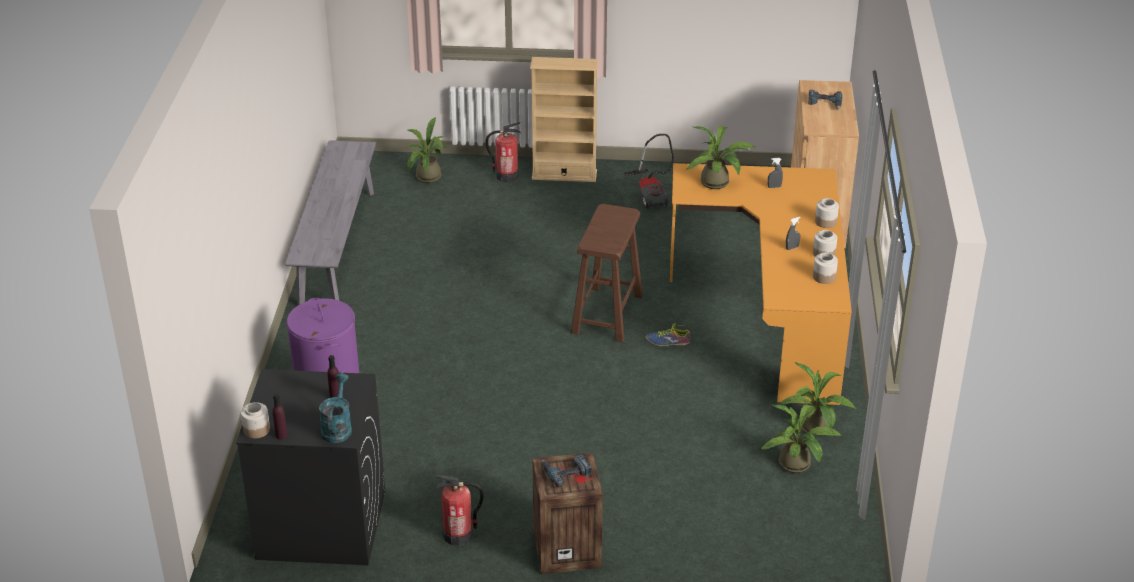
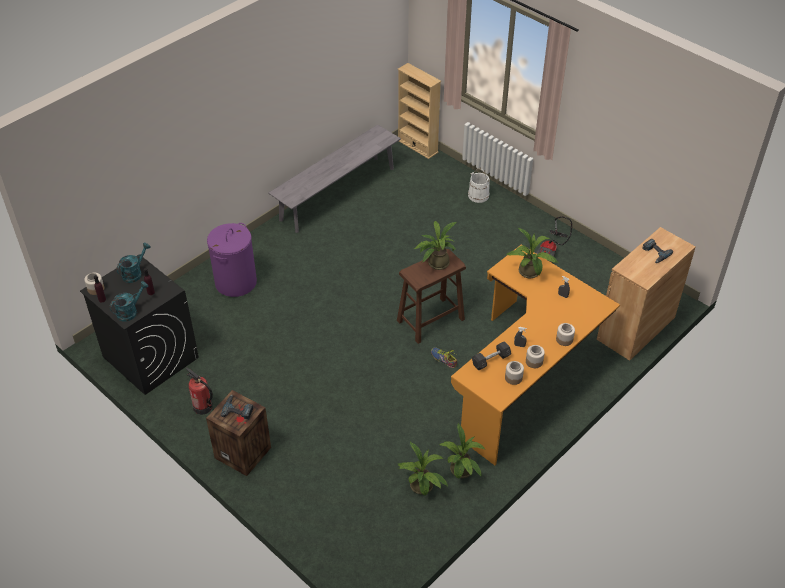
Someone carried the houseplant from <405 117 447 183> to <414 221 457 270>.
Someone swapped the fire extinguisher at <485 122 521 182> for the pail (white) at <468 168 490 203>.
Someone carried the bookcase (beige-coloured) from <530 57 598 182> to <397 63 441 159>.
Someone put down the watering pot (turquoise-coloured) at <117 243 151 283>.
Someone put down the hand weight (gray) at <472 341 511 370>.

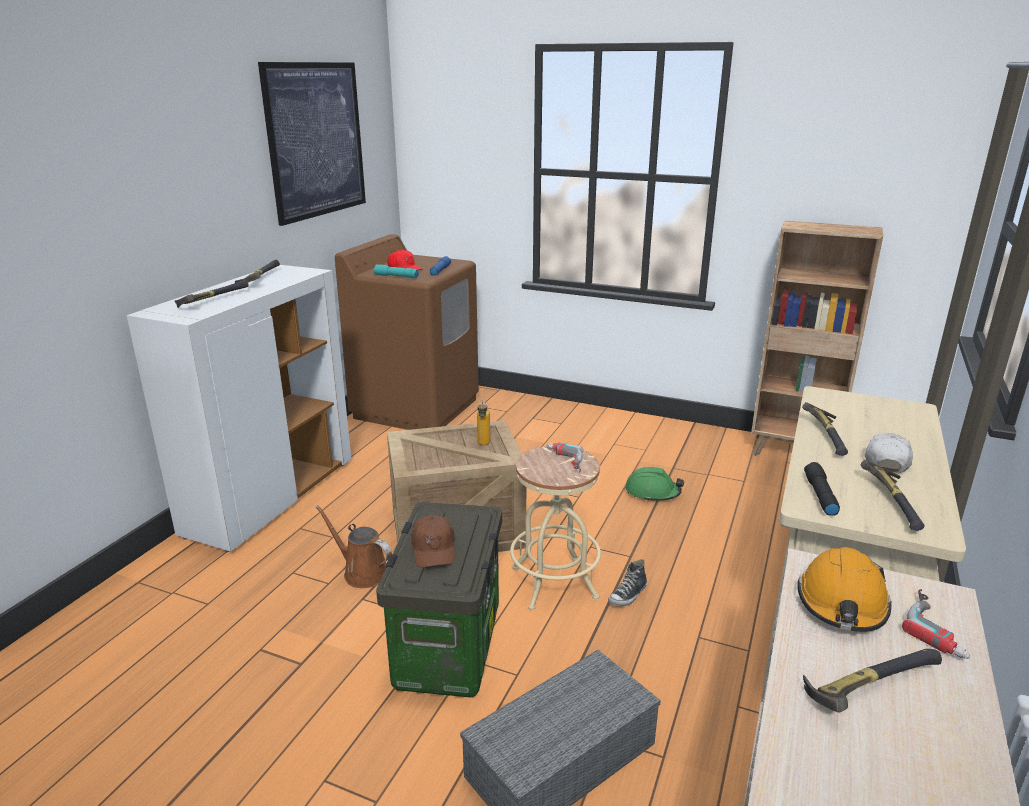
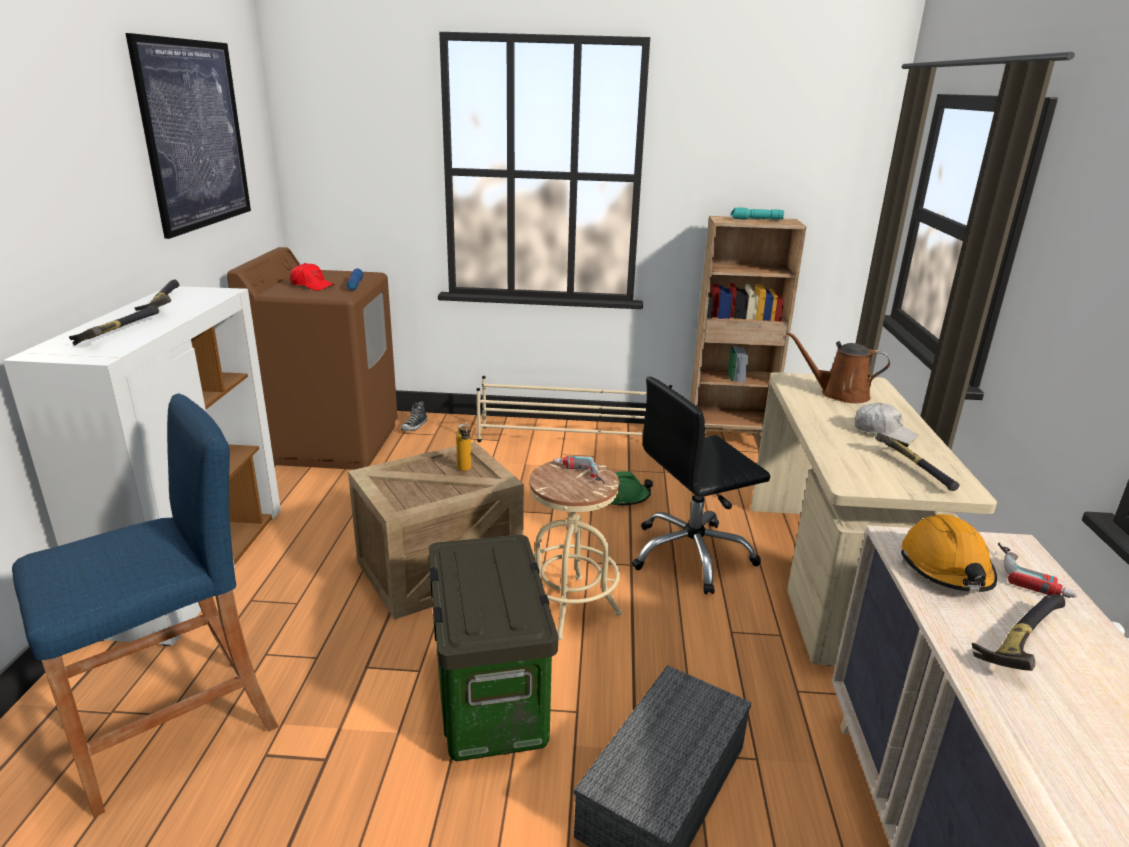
Someone carried the watering pot (brown) from <316 505 392 588> to <787 332 890 403>.
Someone carried the hand torch (turquoise-coloured) from <373 265 419 278> to <731 207 784 220>.
Someone took away the cap (brown) at <411 515 455 568>.
Someone carried the item of footwear from <608 559 647 606> to <401 401 427 431>.
Someone took away the hammer at <802 402 848 456>.
Someone took away the hand torch (black-coloured) at <804 462 840 516>.
Someone rotated the cap (white) at <865 433 913 473> by 120 degrees clockwise.
Someone put down the sitting stool (bluish) at <12 393 279 818>.
Someone put down the shoe shelf (beige-coloured) at <476 376 672 442>.
Someone put down the desk chair (black-coloured) at <632 377 770 594>.

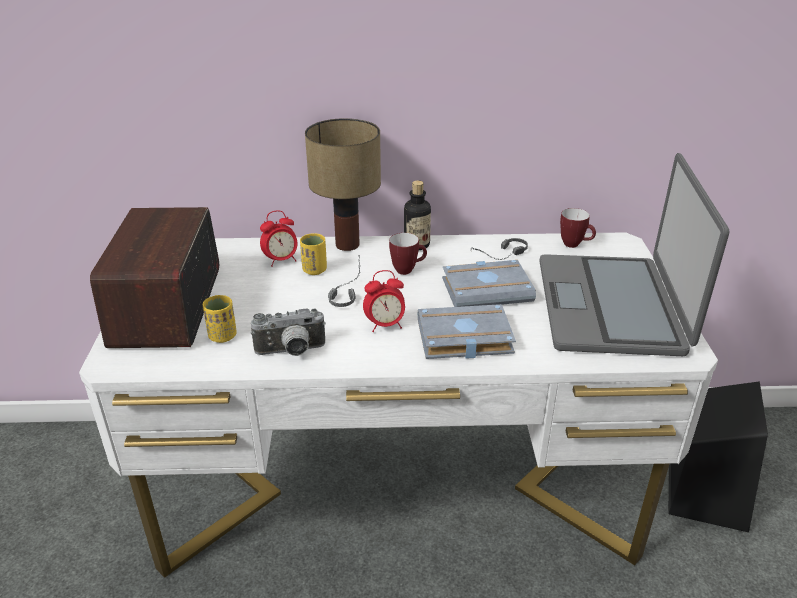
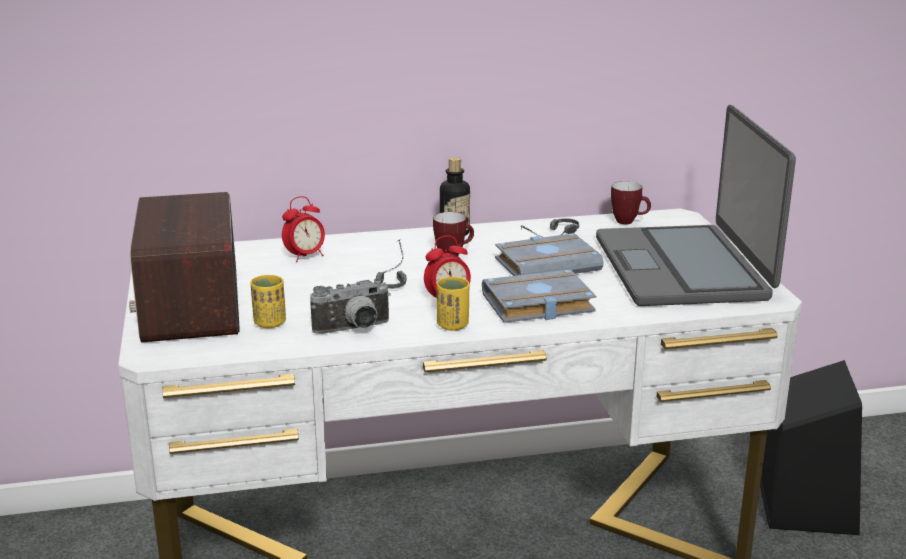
Someone carried the cup (yellowish) from <300 233 327 275> to <437 277 469 331>.
Someone took away the tabletop lamp at <305 118 381 251>.

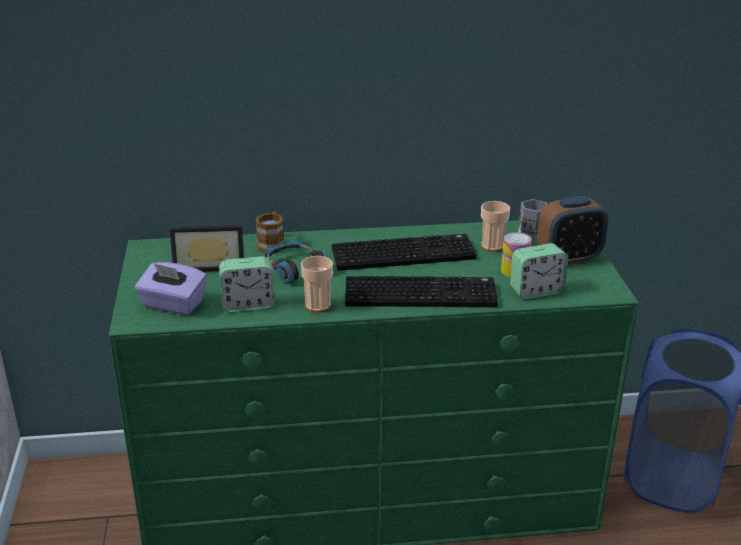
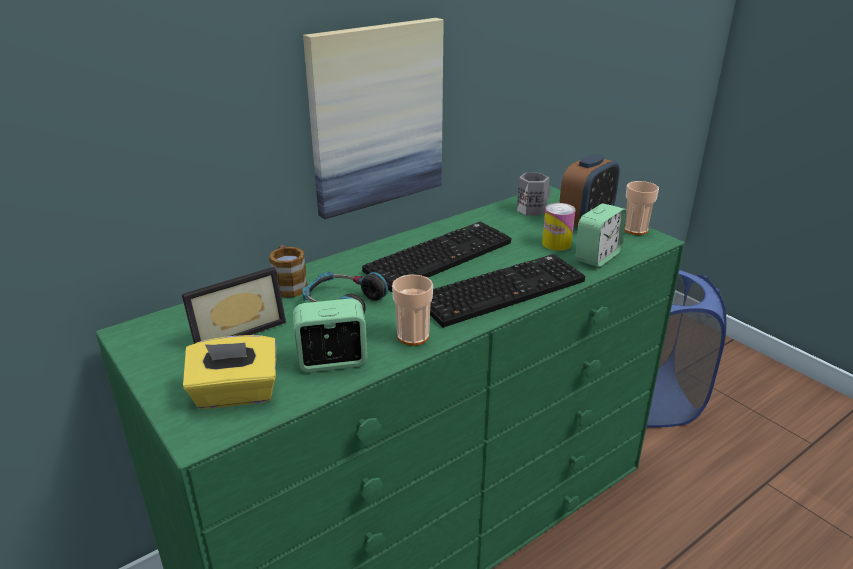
Someone repainted the tissue holder (purple-coloured) at <135 262 207 315>, which became the tissue holder (yellowish) at <183 335 276 409>.
Someone rotated the alarm clock at <219 256 275 312> by 150 degrees counterclockwise.
Someone carried the cup from <481 201 510 252> to <625 181 659 235>.
Someone put up the wall picture at <303 18 444 219>.

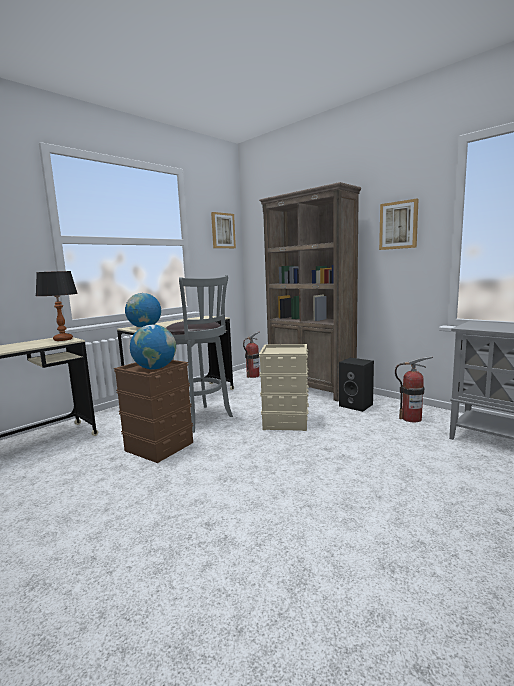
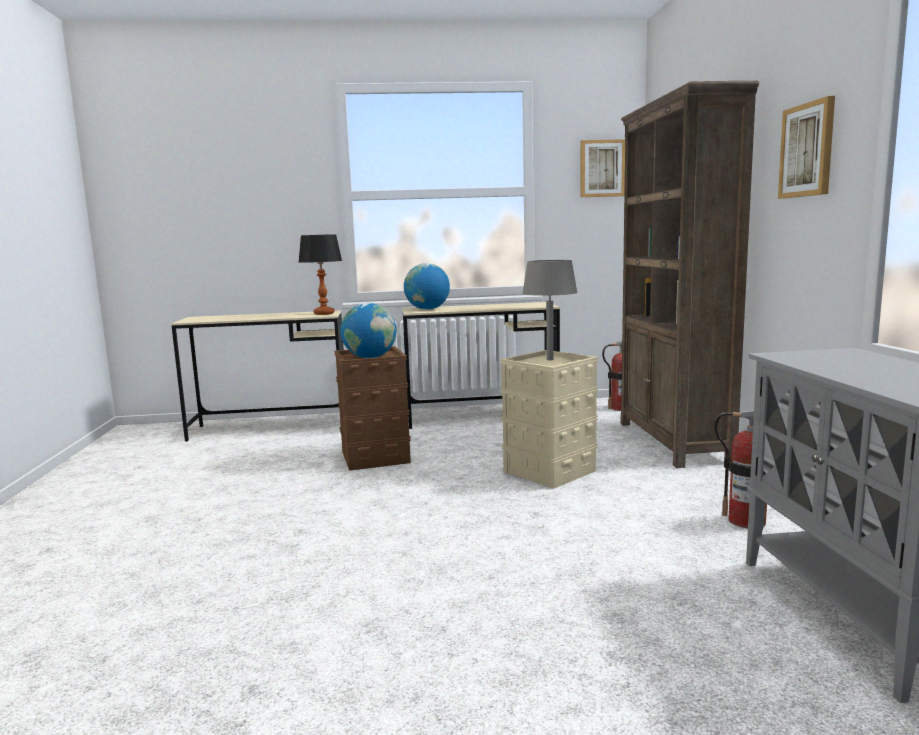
Someone took away the sitting stool (gray) at <166 275 233 433>.
Someone took away the speaker (black-coloured) at <339 358 374 412>.
Someone put down the tabletop lamp (gray) at <522 260 578 360>.

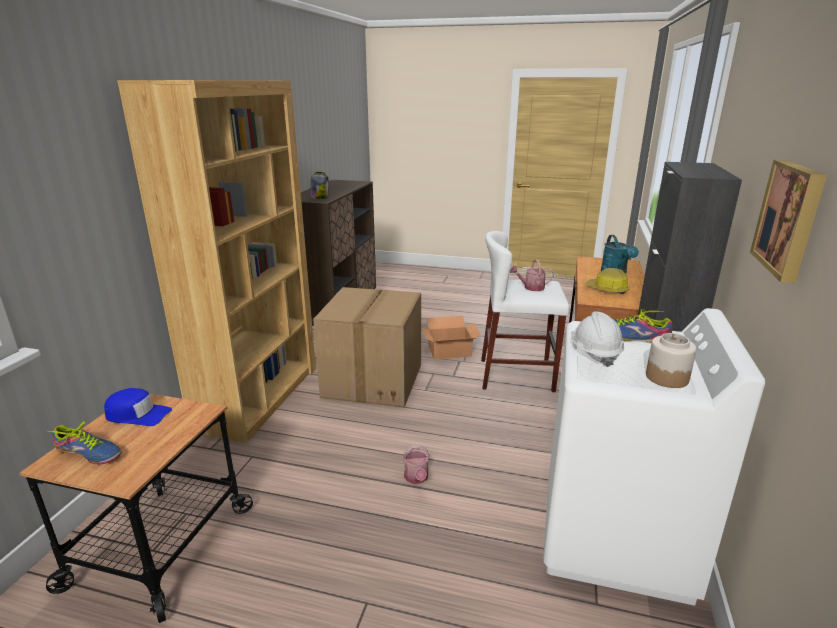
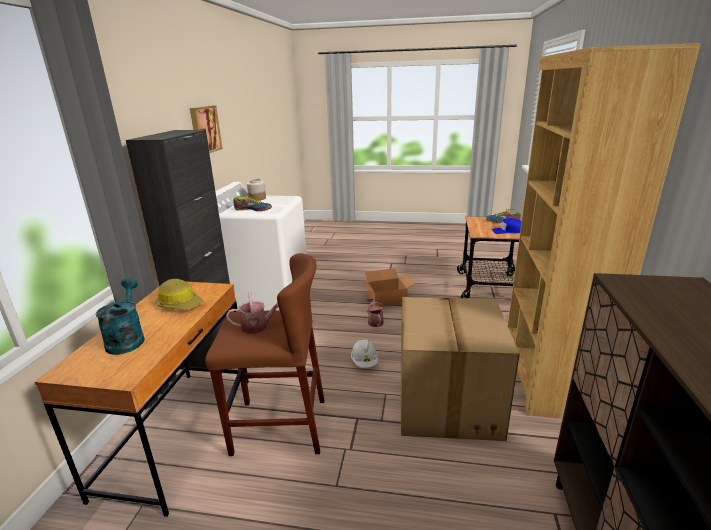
Someone took away the storage jar at <311 172 329 199>.
Someone carried the packing box from <421 316 481 359> to <362 268 414 307>.
Someone repainted the sitting stool (white) at <481 231 569 392>, which became the sitting stool (brown) at <205 253 324 456>.
Someone carried the hard hat (white) from <571 311 624 367> to <351 339 378 368>.

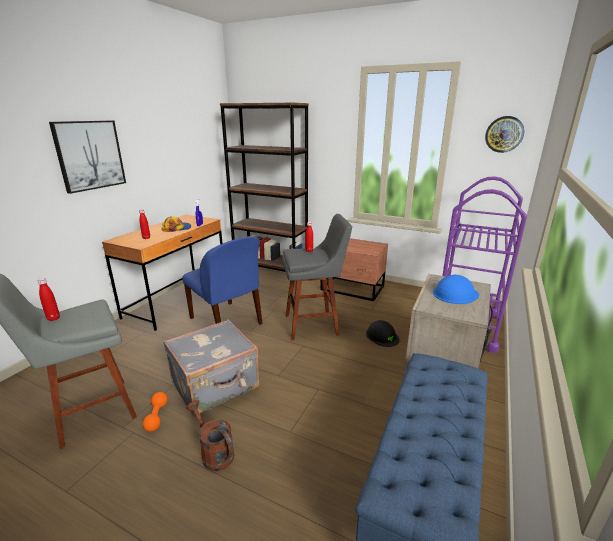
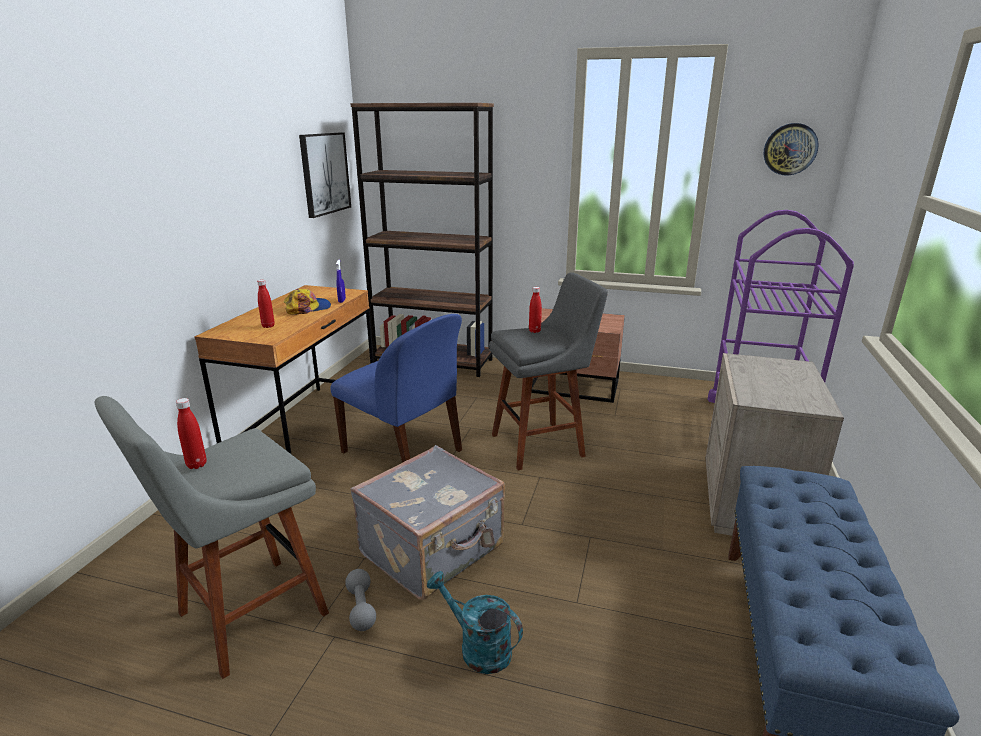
Someone carried the wall picture from <49 121 126 194> to <299 133 351 218>.
Someone repainted the hand weight (orange) at <143 392 168 432>, which became the hand weight (gray) at <345 569 376 631>.
Someone repainted the watering pot (brown) at <186 400 235 471>, which became the watering pot (turquoise-coloured) at <427 571 523 674>.
Someone took away the hard hat (black-coloured) at <366 320 400 347>.
Someone took away the hard hat (bluish) at <433 275 479 304>.

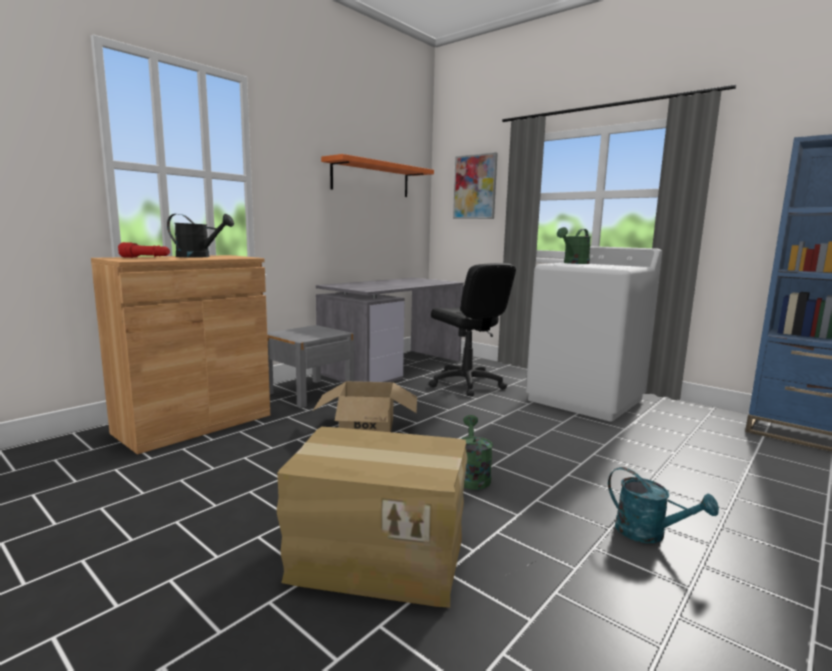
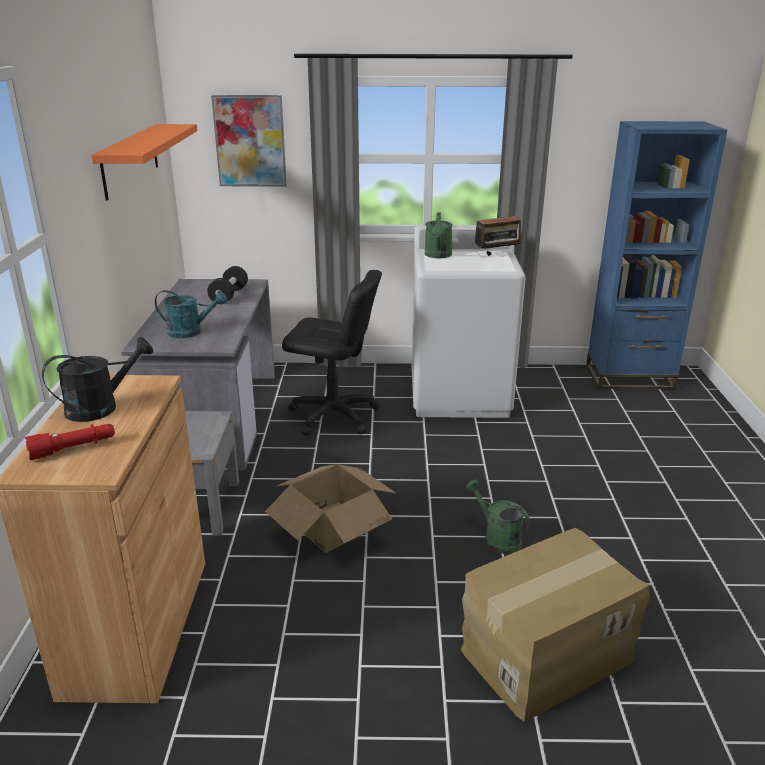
Someone carried the watering pot (turquoise-coloured) from <608 467 719 543> to <155 290 227 338>.
Someone put down the hand weight (black-coloured) at <207 266 248 304>.
Someone put down the radio receiver at <475 216 523 256>.

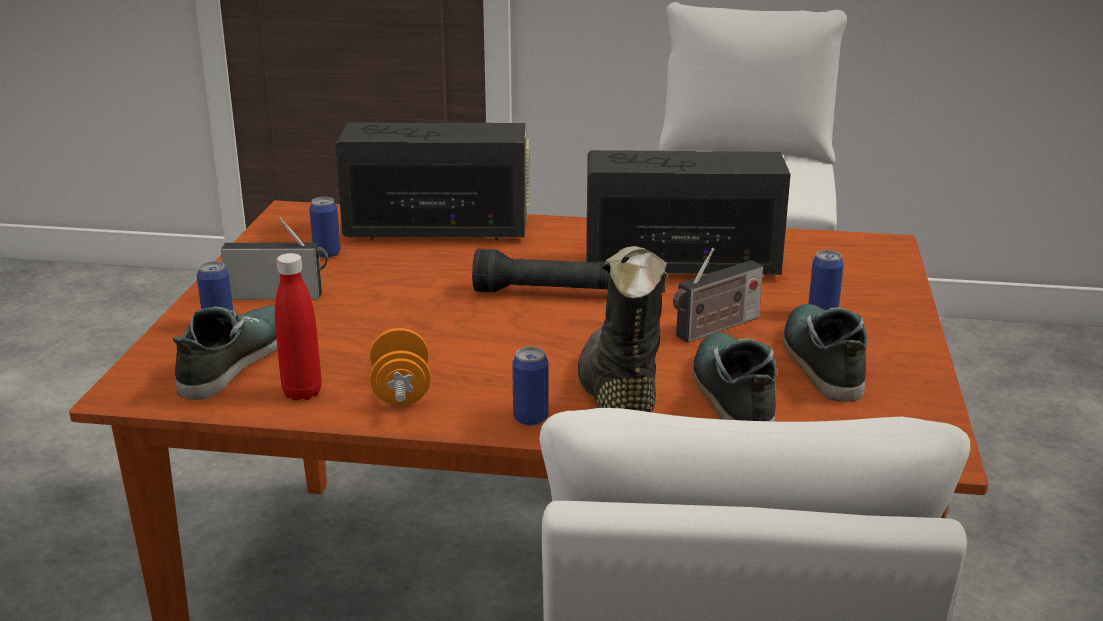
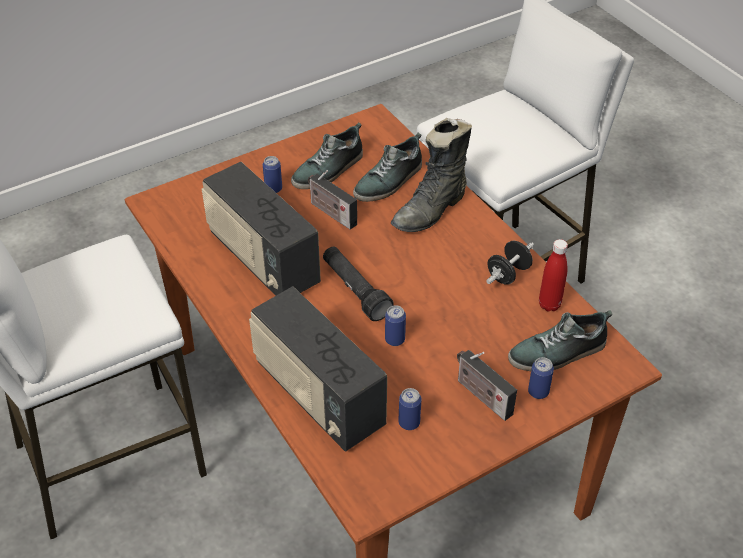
Someone repainted the hand weight (orange) at <370 328 431 406>, which became the hand weight (black-coloured) at <486 240 534 285>.
Someone carried the can from <512 347 548 426> to <385 305 406 346>.
Someone rotated the radio receiver at <673 248 763 343> by 150 degrees counterclockwise.

